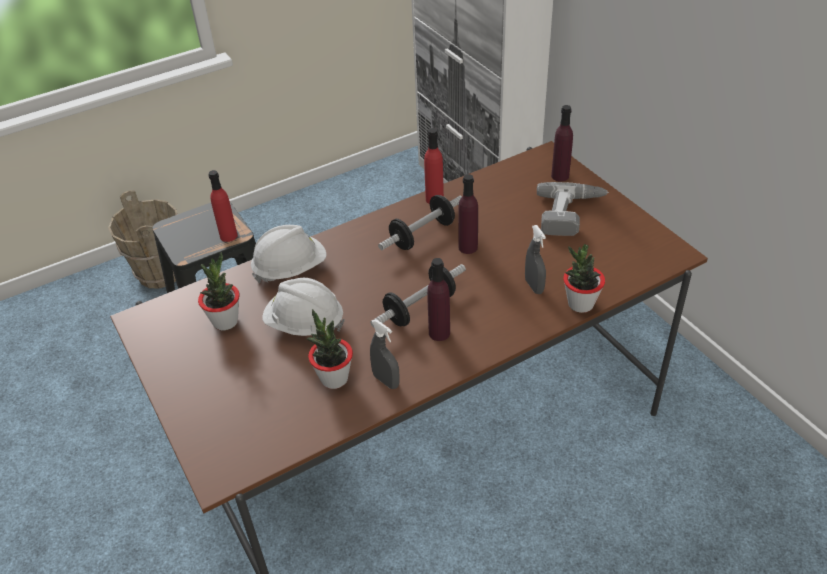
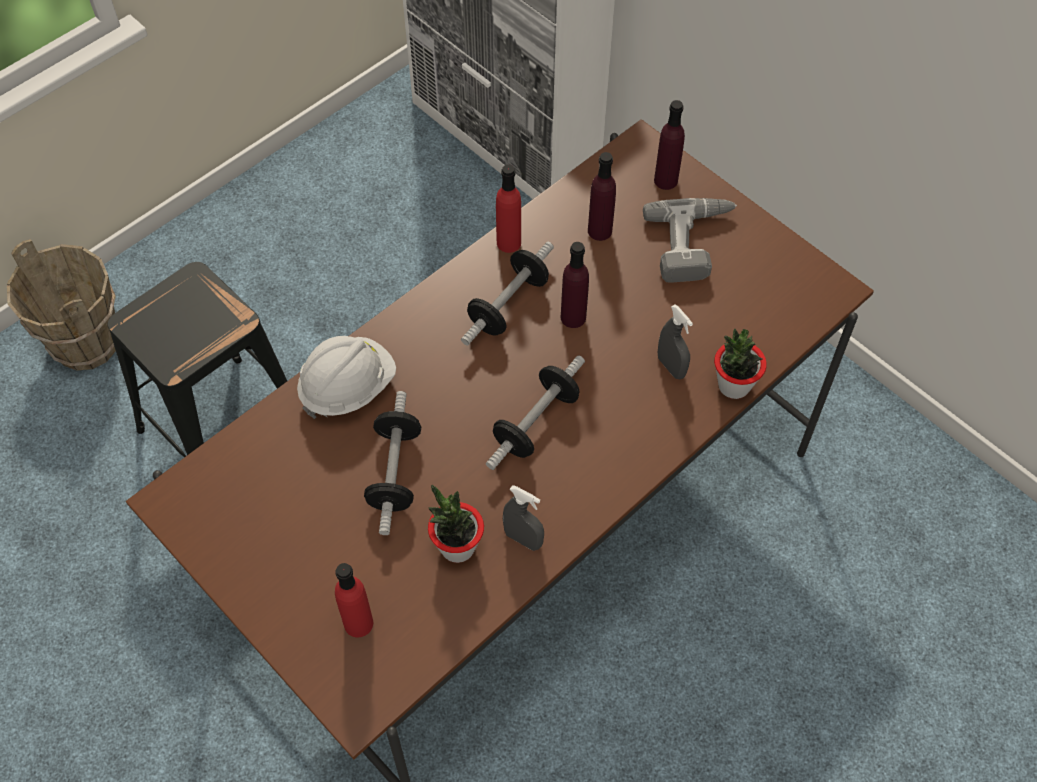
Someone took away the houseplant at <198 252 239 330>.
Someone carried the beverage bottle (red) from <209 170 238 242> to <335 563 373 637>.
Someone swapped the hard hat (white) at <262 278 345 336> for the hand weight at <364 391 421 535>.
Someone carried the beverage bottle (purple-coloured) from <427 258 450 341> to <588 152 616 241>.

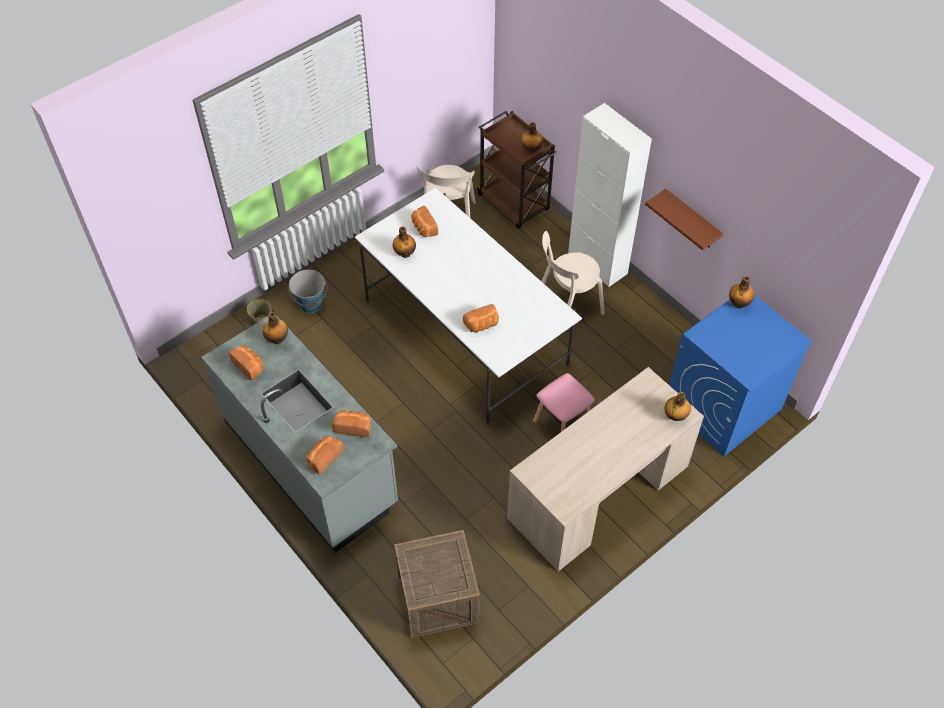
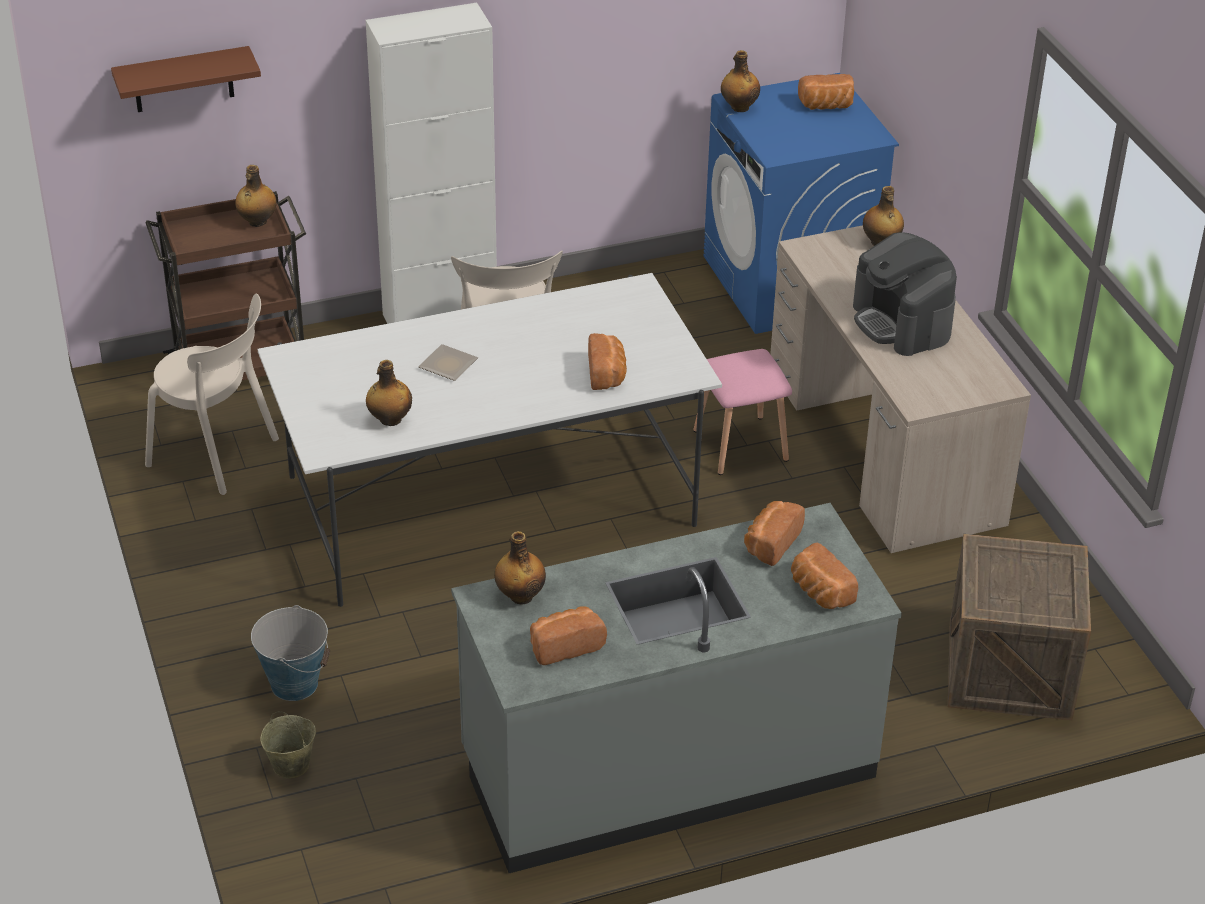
Someone carried the bakery bread from <411 206 438 237> to <798 74 854 110>.
Someone carried the shelf (brown) from <645 189 723 250> to <111 46 261 112>.
Someone put down the plate at <418 344 478 381>.
Someone put down the coffee maker at <853 232 957 356>.

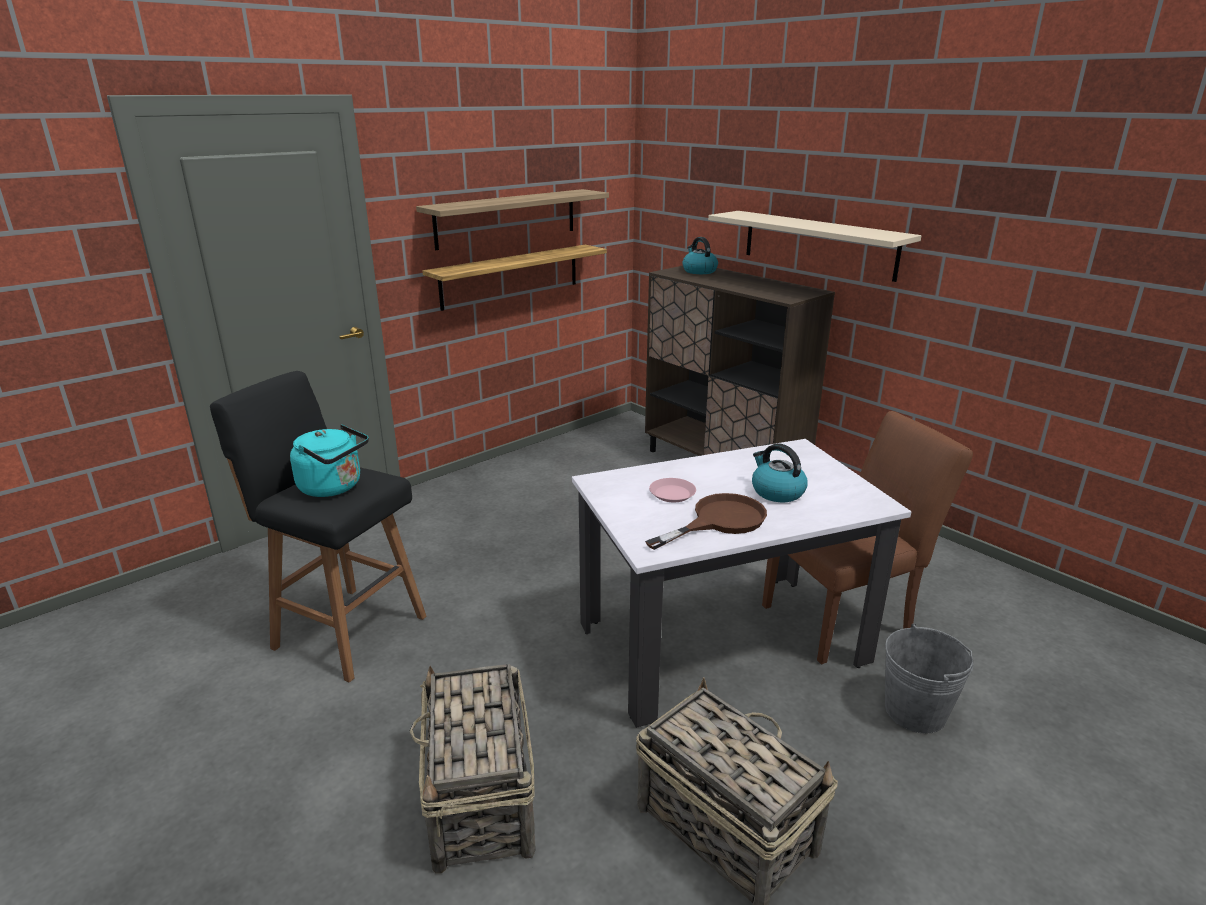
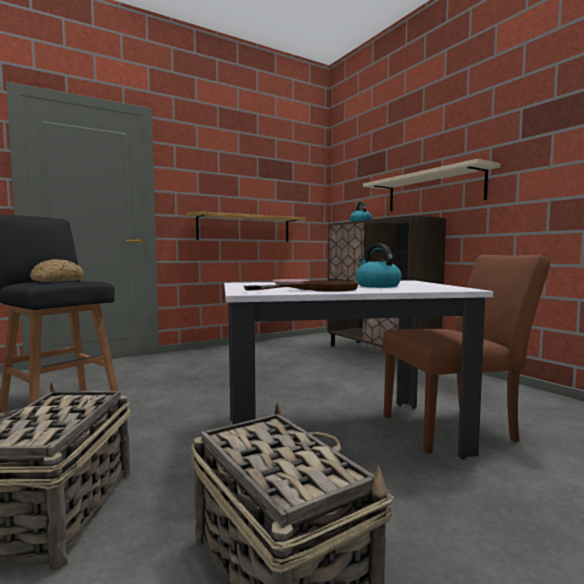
Someone swapped the tea kettle (turquoise-coloured) at <290 425 369 497> for the bakery bread at <30 259 84 282>.
Someone took away the shelf at <416 189 609 250>.
Someone took away the pail (gray) at <885 624 973 734>.

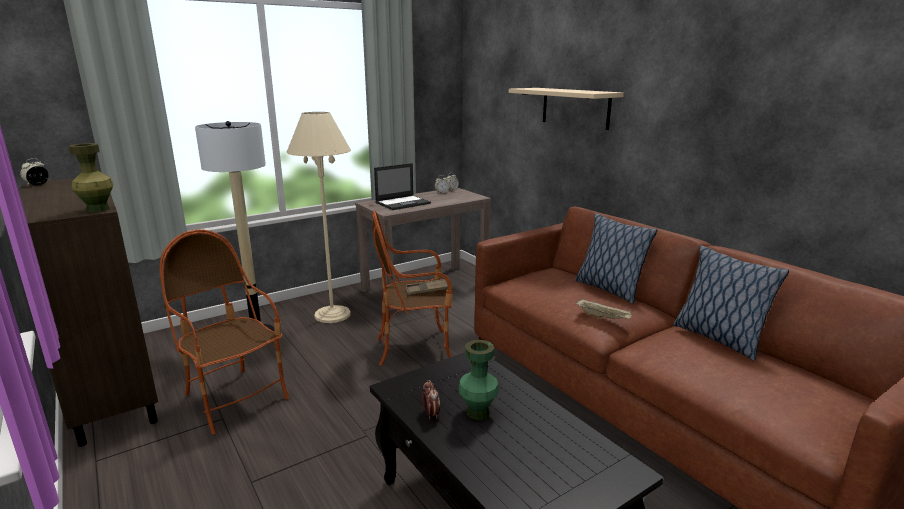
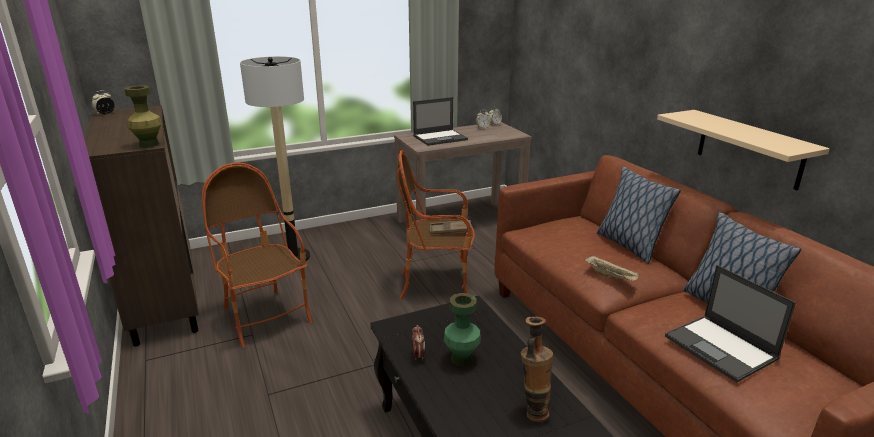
Someone took away the standing lamp (beige-coloured) at <287 112 351 323>.
Someone carried the shelf (beige-coloured) from <509 88 624 130> to <657 110 830 190>.
Someone put down the decorative vase at <521 317 553 422>.
Someone put down the laptop at <665 265 796 382>.

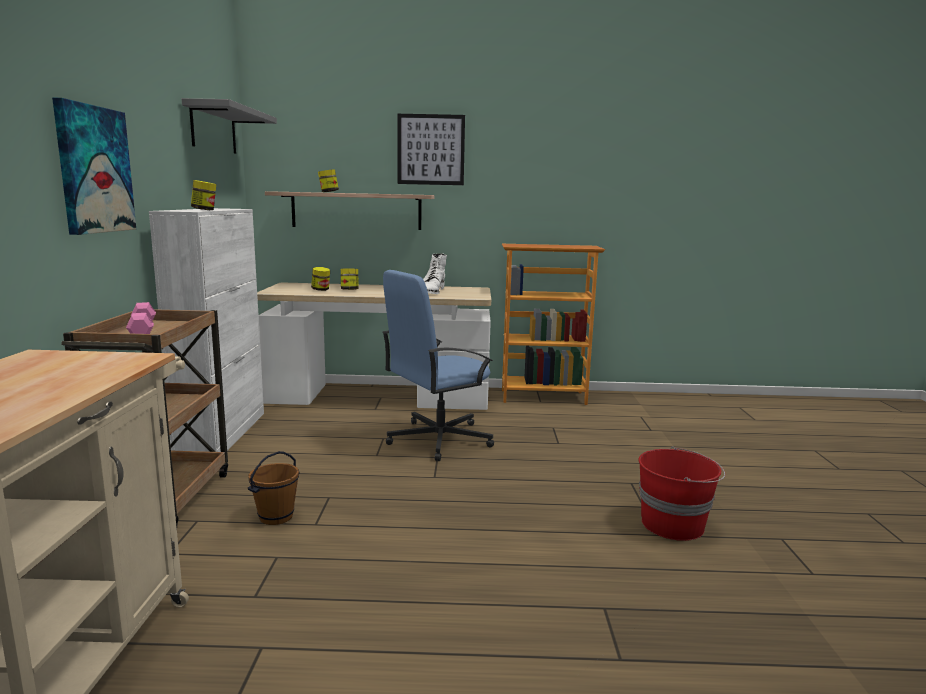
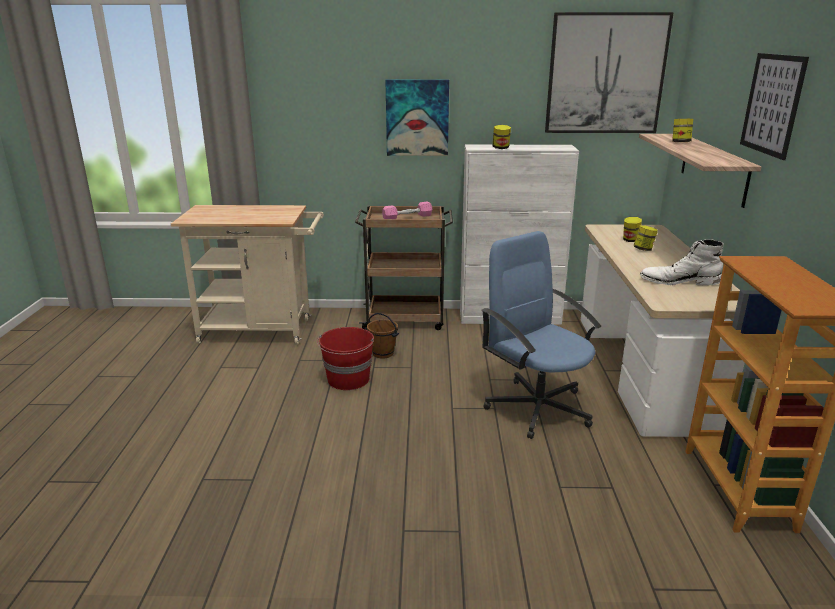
Someone swapped the shelf (gray) at <182 98 277 154> for the wall picture at <545 12 674 133>.
Someone carried the pail (red) from <638 446 725 541> to <317 327 374 390>.

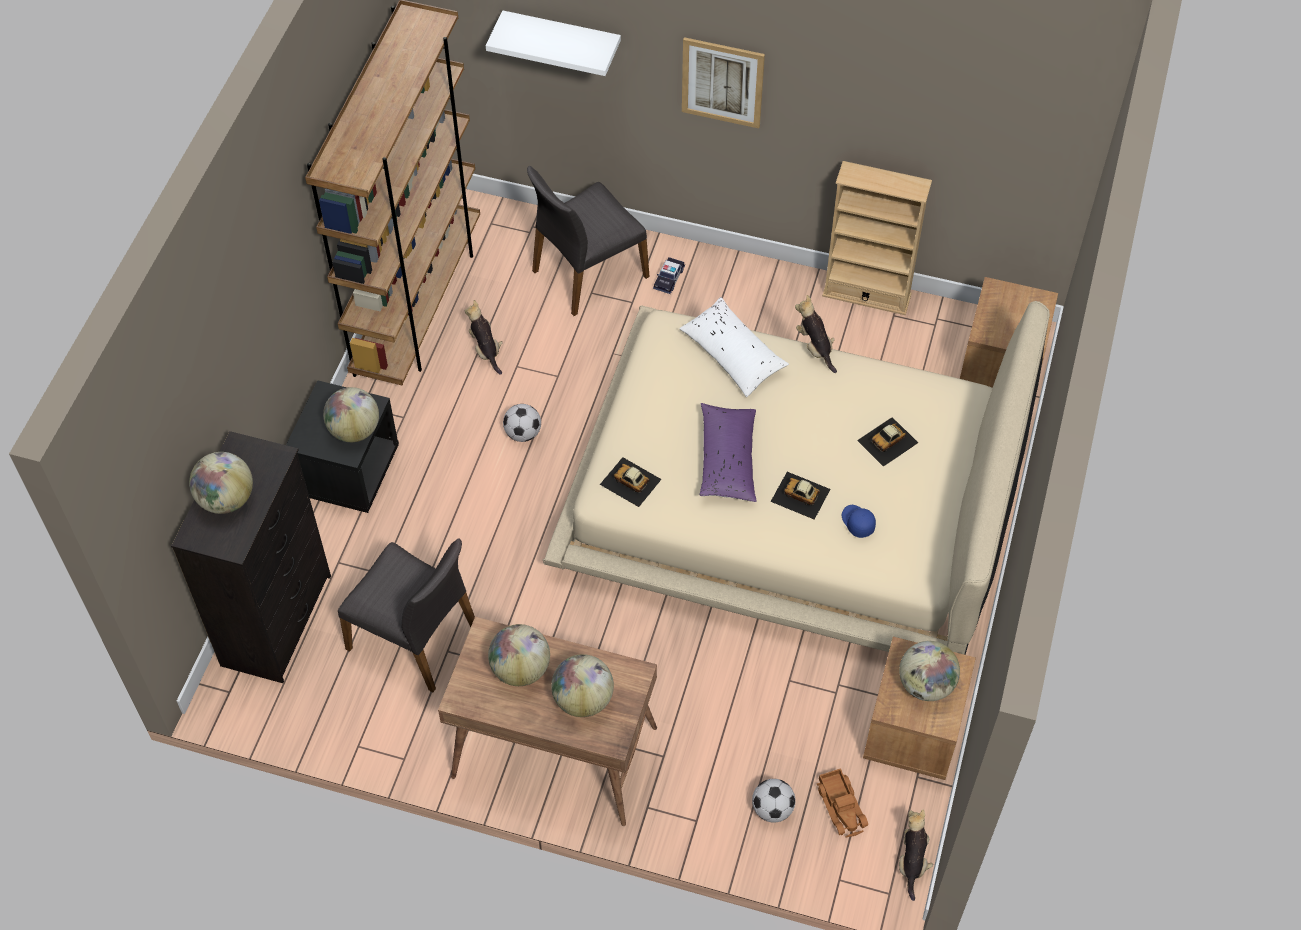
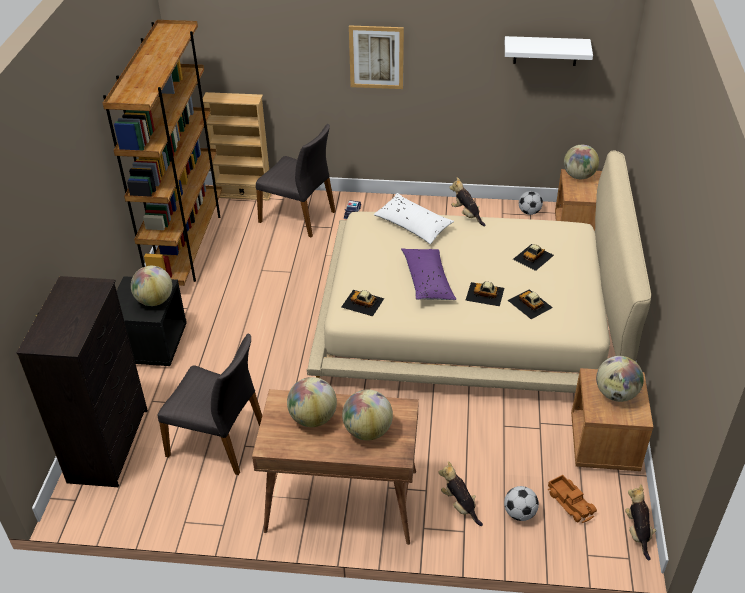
Someone carried the globe from <189 452 253 514> to <564 145 599 179>.
Someone carried the plush toy from <465 300 503 375> to <438 461 483 526>.
Someone carried the shelf (white) from <486 11 621 76> to <505 36 593 66>.
Someone carried the football from <503 404 541 442> to <519 191 543 215>.
Someone rotated the upright chair (gray) at <527 166 650 316> by 105 degrees counterclockwise.
Someone carried the bookcase (beige-coloured) from <822 161 932 315> to <203 92 271 201>.
Someone swapped the cap (bluish) at <842 505 876 538> for the model car at <508 289 553 319>.

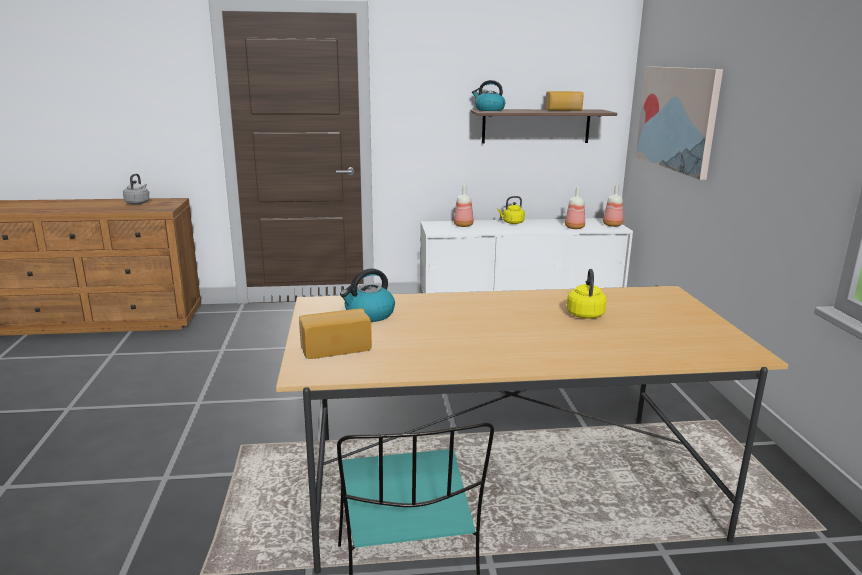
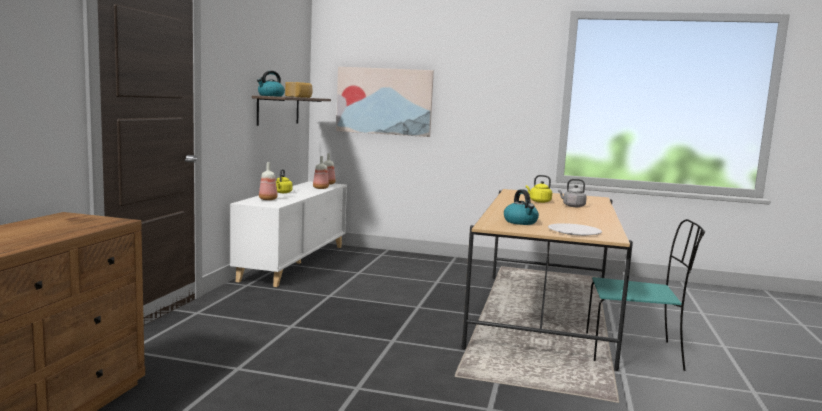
Someone carried the tea kettle (gray) from <123 173 150 205> to <558 179 587 207>.
Someone swapped the bakery bread at <299 308 372 359> for the plate (white) at <548 223 602 236>.

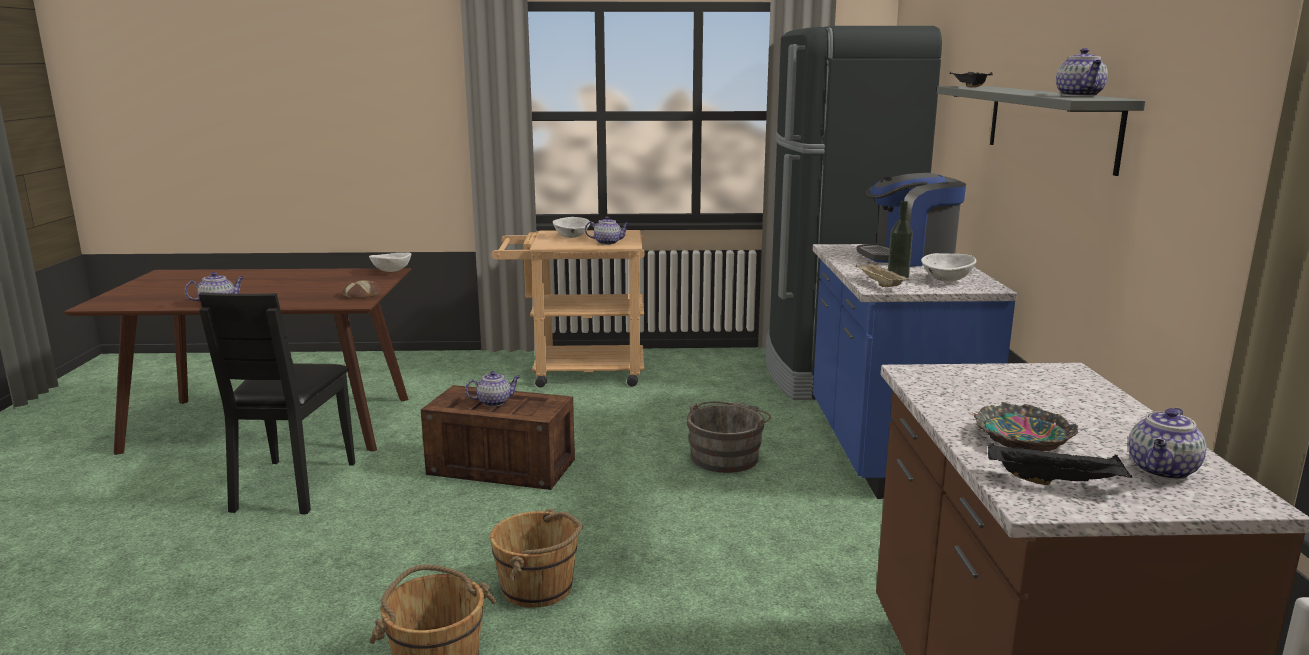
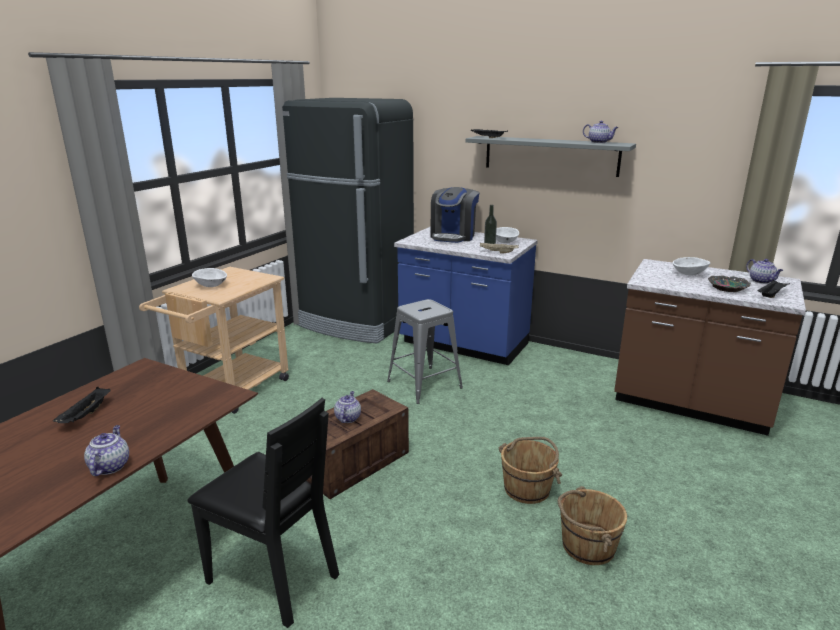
Someone took away the bakery bread at <342 280 380 299>.
Someone carried the serving bowl (white) from <369 252 412 272> to <672 257 710 276>.
Someone took away the pot for tea at <585 216 630 245>.
Someone swapped the pail (gray) at <686 401 771 473> for the sitting stool (gray) at <387 299 463 404>.
Someone put down the serving tray (black-coloured) at <53 387 111 423>.

